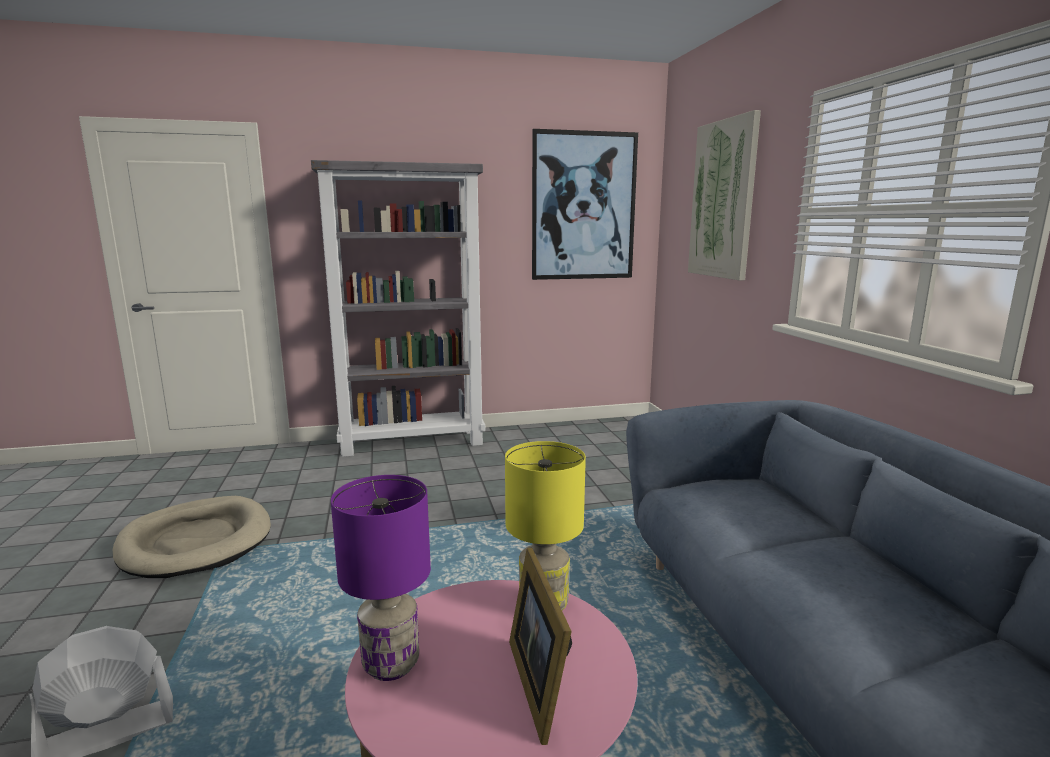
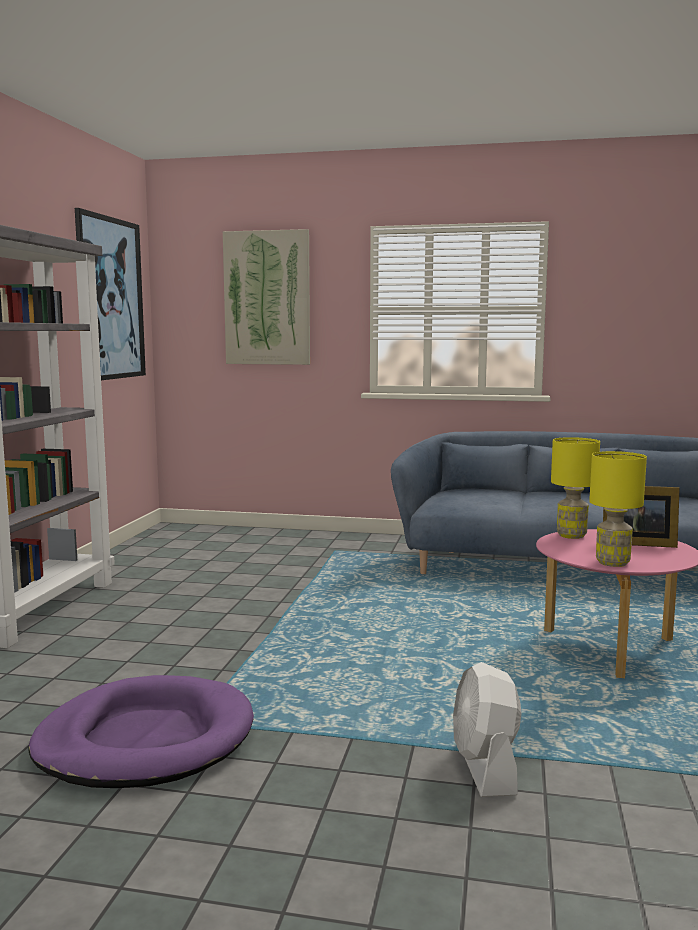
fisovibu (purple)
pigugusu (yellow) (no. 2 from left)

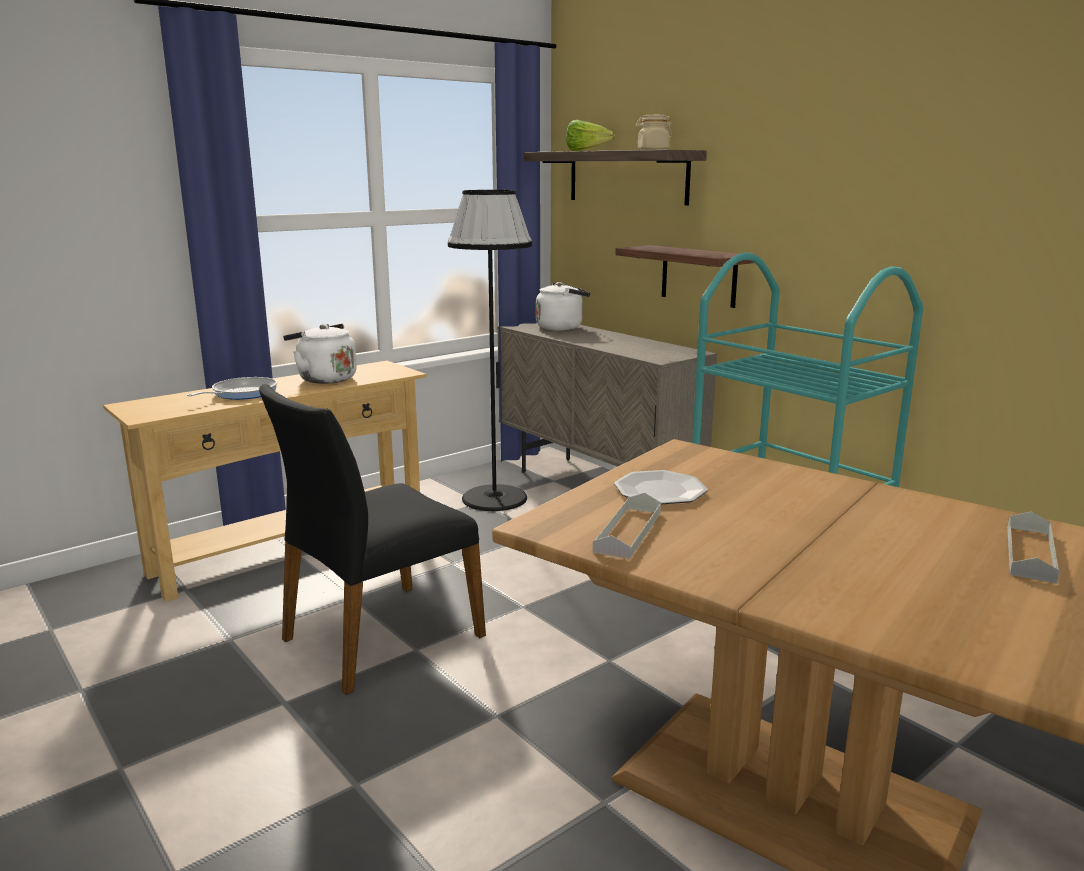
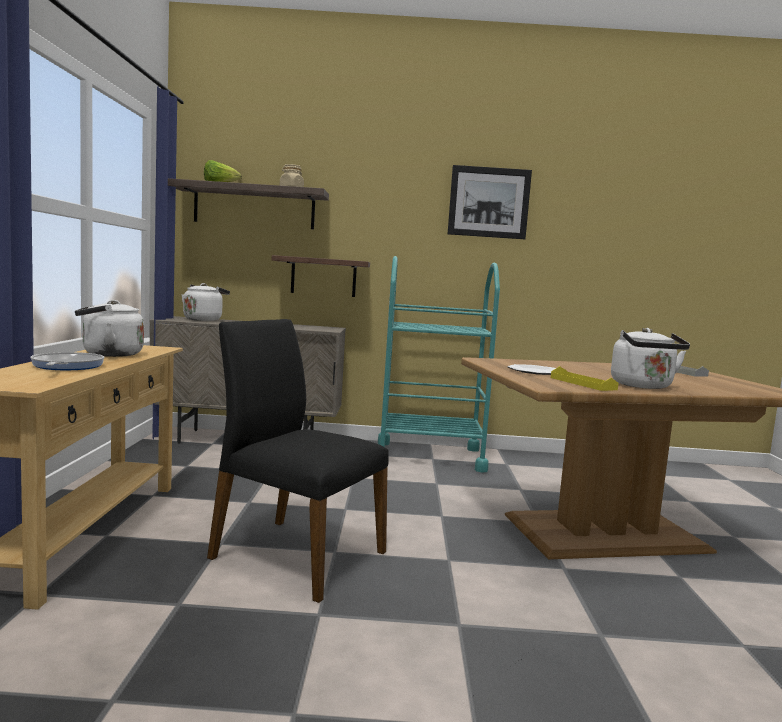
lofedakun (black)
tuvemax
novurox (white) (no. 3 from left)
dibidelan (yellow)
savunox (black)

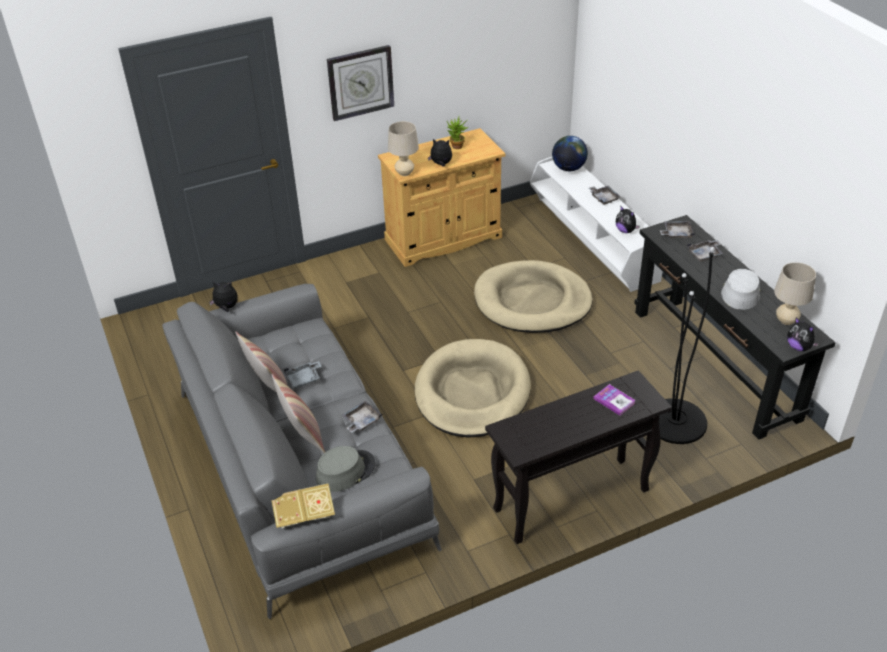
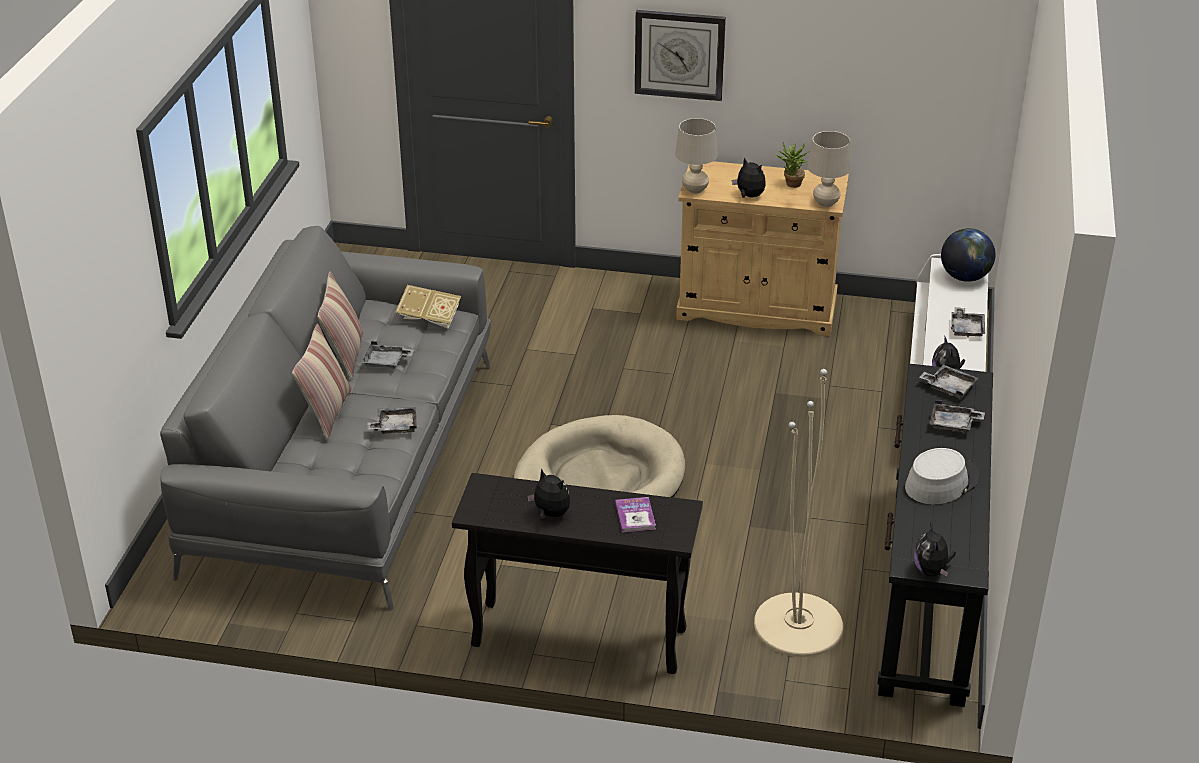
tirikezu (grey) (no. 1 from left in the first image)
fisovibu (beige) (no. 2 from left in the first image)
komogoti (no. 1 from left)
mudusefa (no. 1 from left)
pigugusu (beige) (no. 2 from left)
lofedakun (beige)

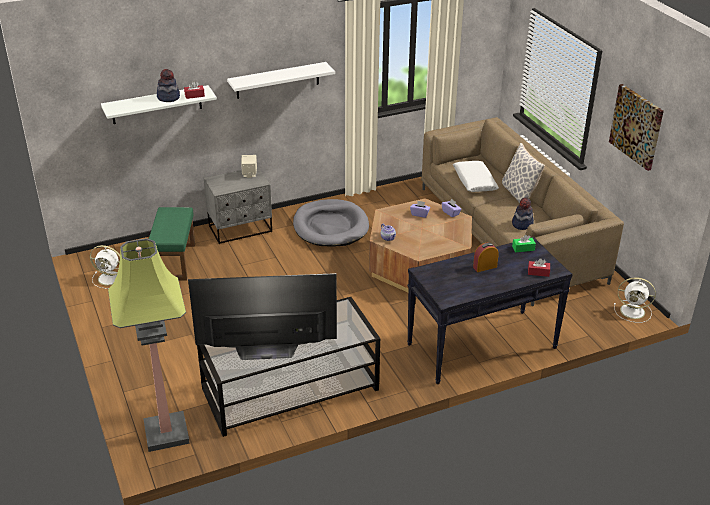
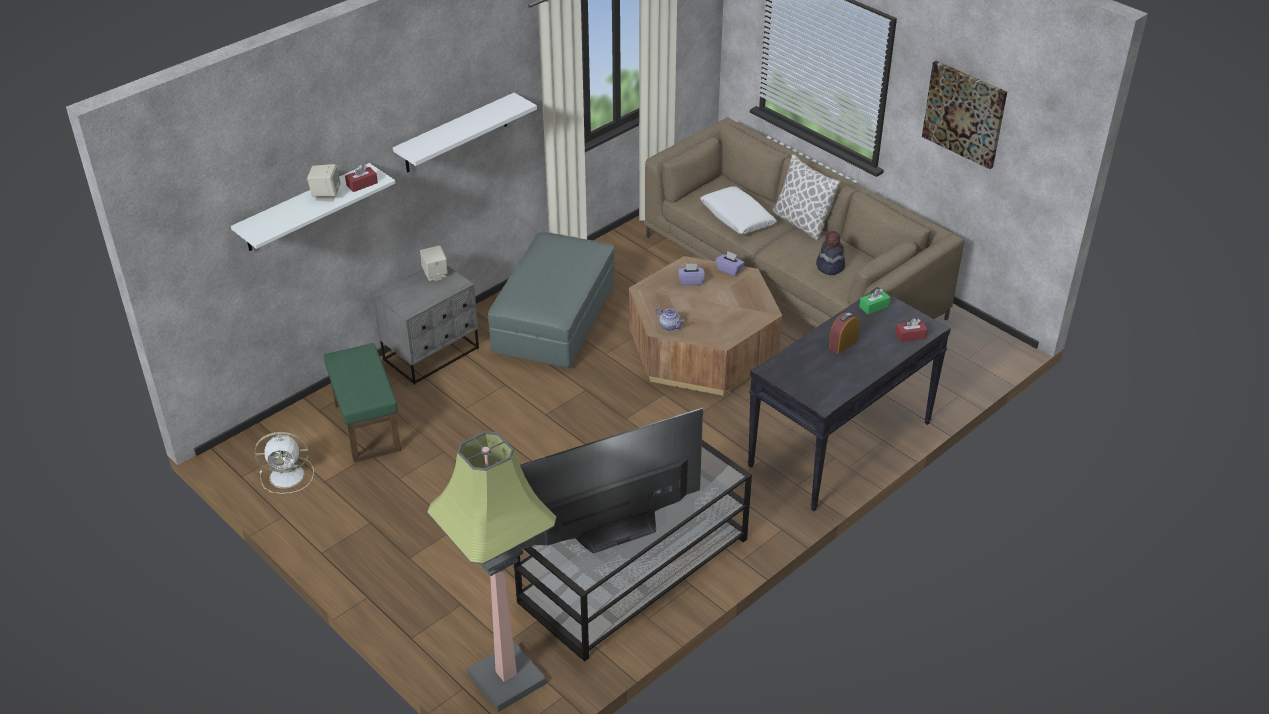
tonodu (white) (no. 2 from left in the first image)
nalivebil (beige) (no. 1 from left)
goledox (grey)

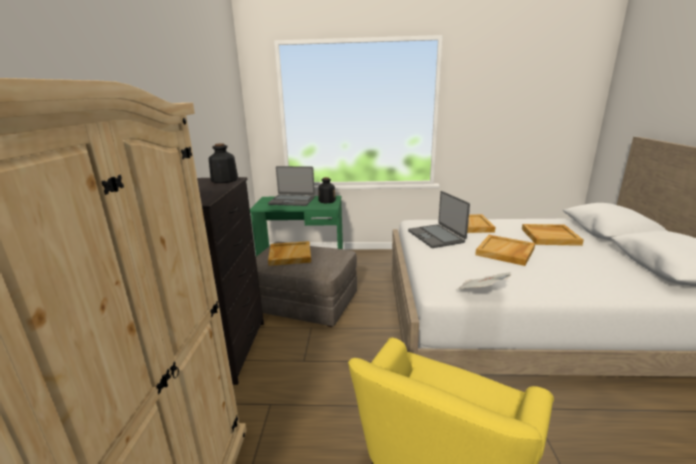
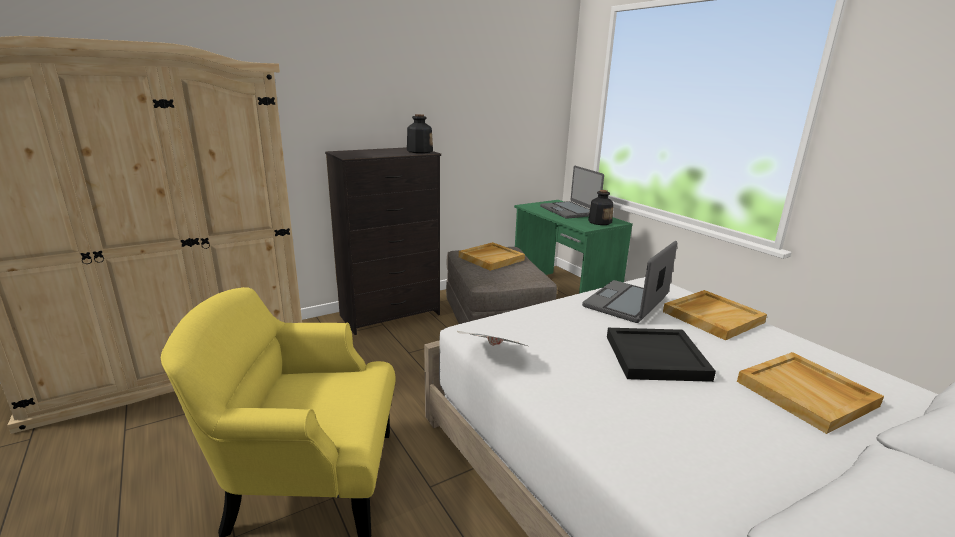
dibidelan (black)

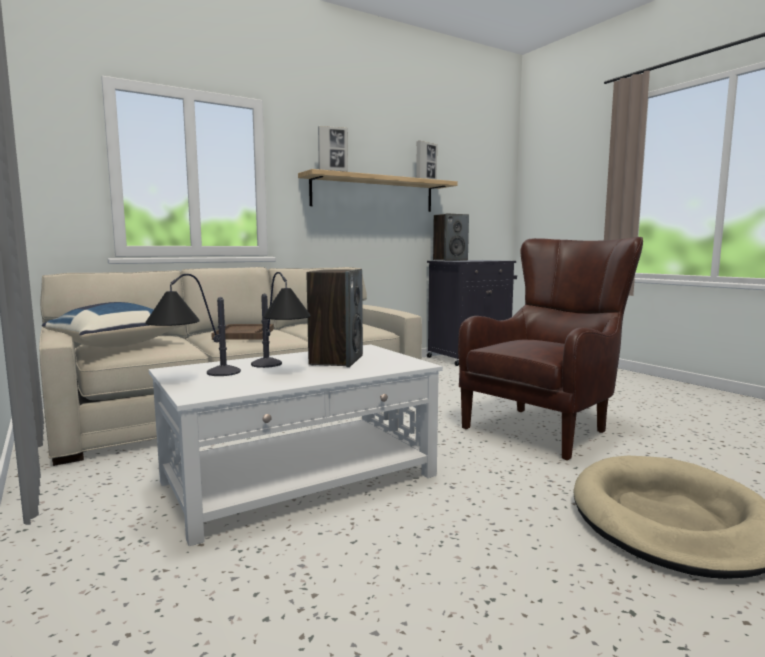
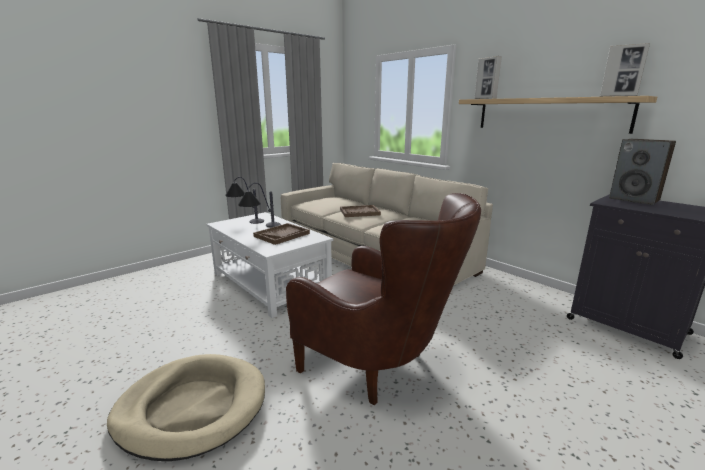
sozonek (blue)
dibidelan (brown) (no. 1 from left)

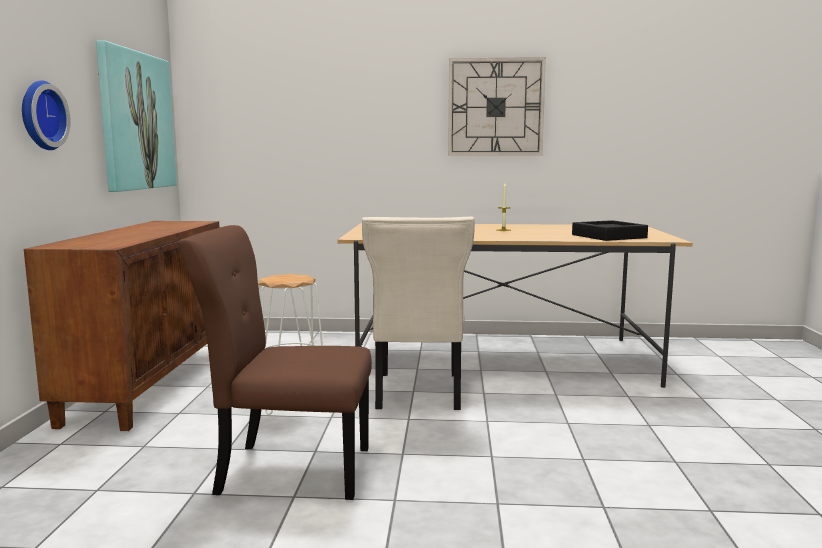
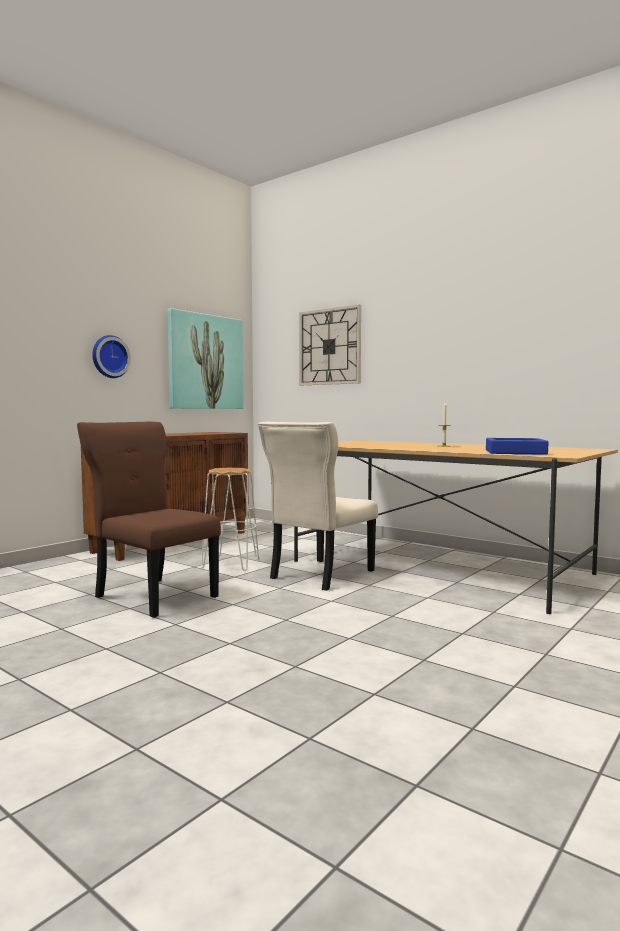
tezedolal (no. 2 from left)
dibidelan (blue)

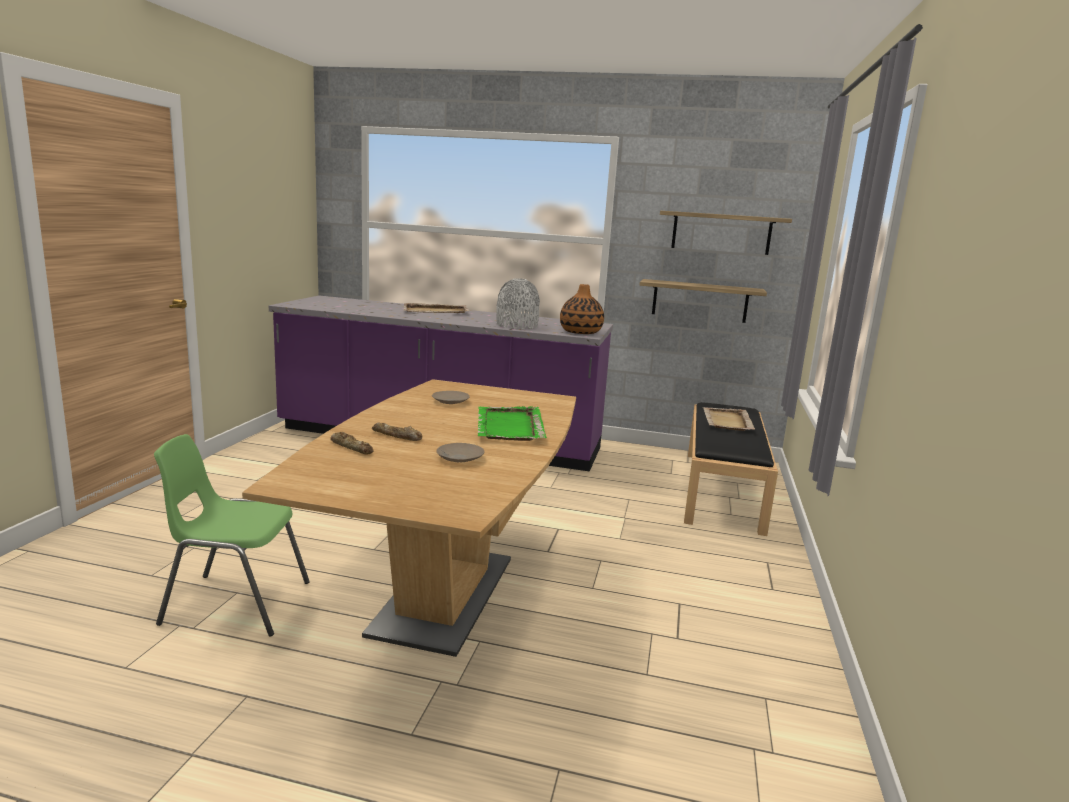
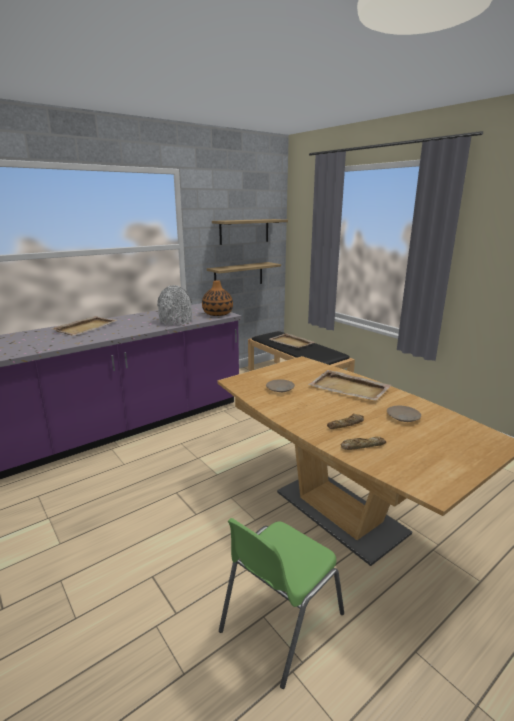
dibidelan (beige) (no. 3 from left)

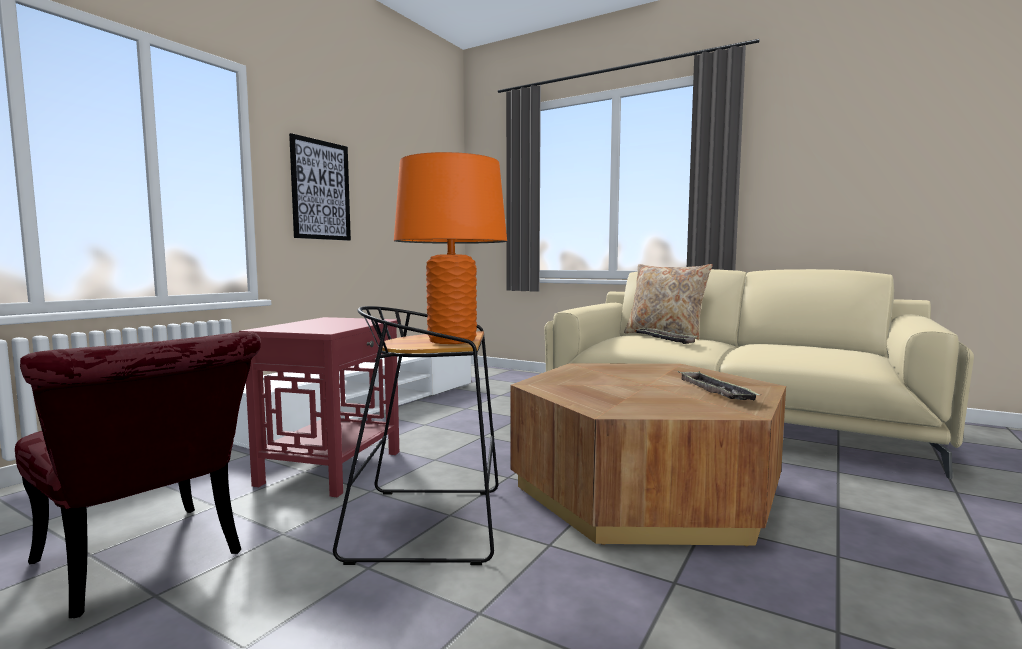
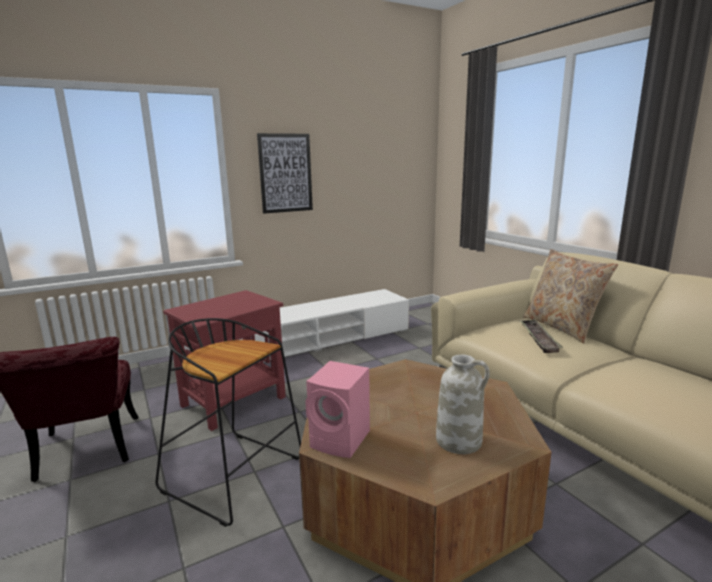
pigugusu (orange)
nalivebil (pink)
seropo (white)

